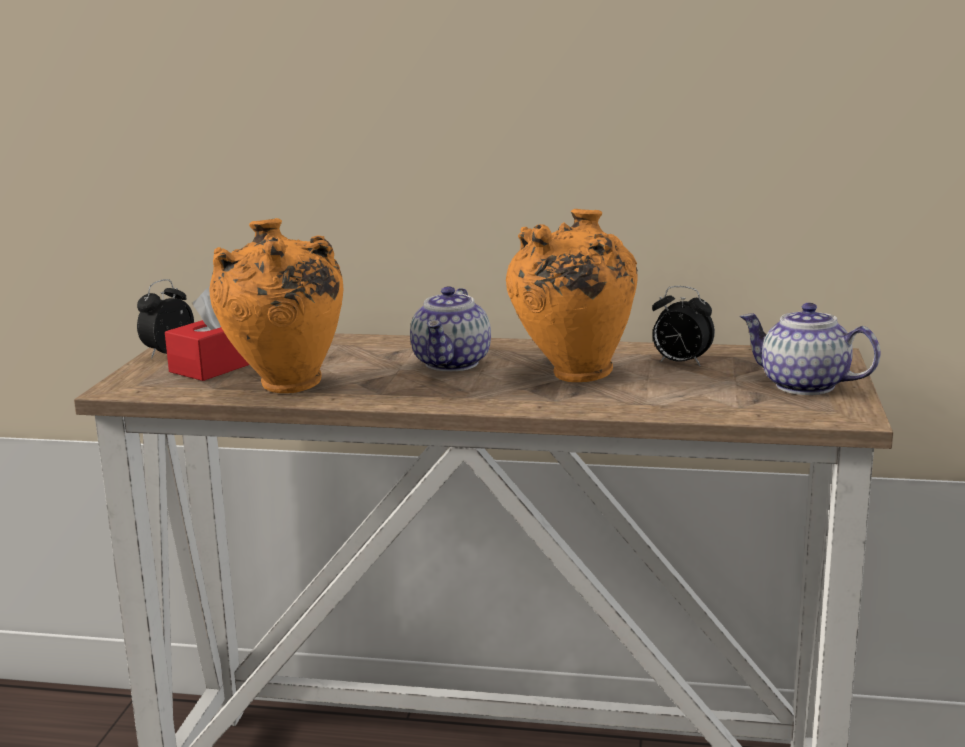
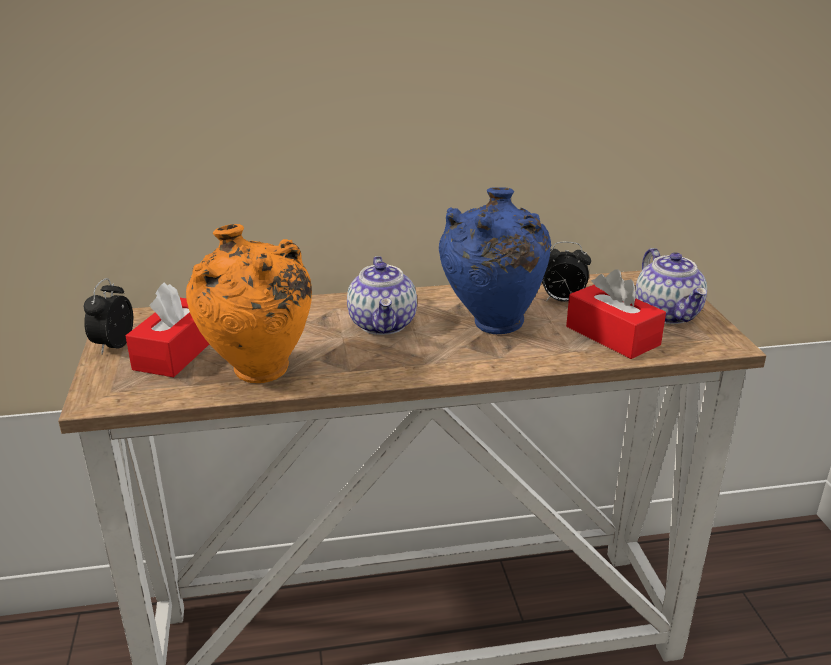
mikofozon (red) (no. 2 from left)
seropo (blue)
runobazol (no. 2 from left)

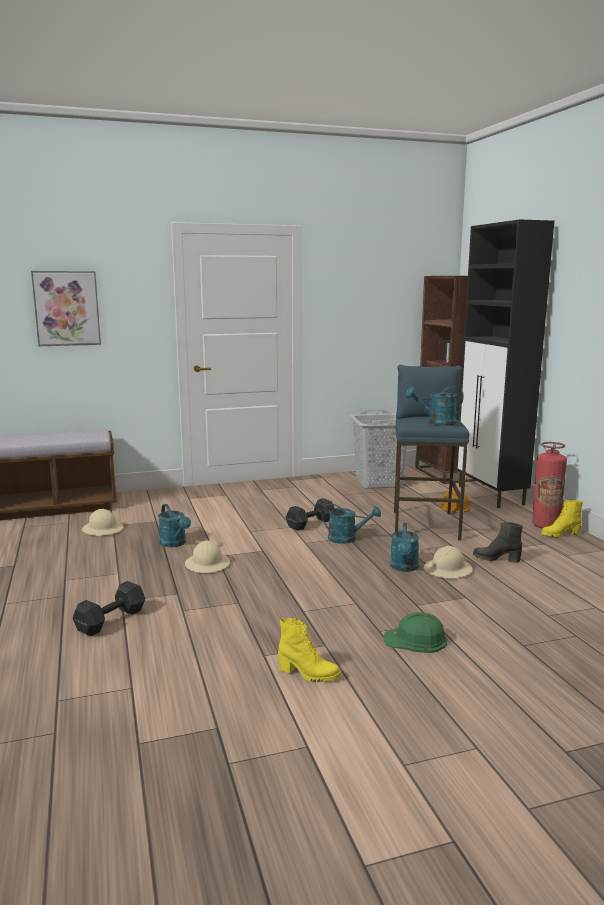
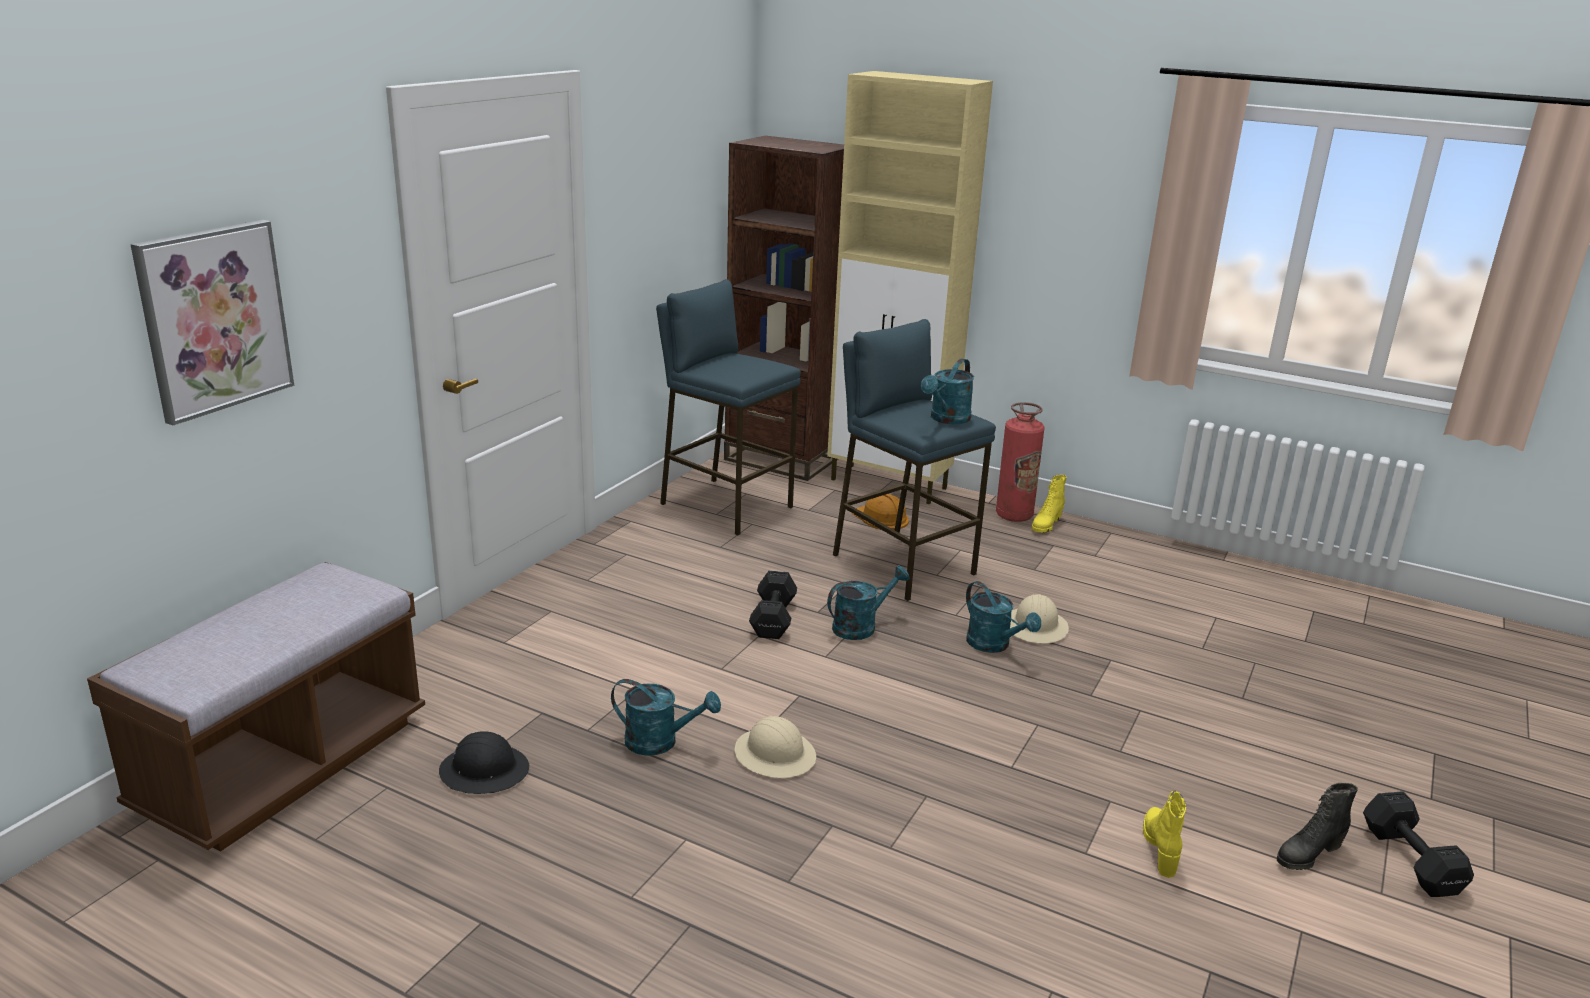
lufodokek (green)
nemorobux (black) (no. 2 from left)
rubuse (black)
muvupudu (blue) (no. 1 from left)
lufodokek (black)
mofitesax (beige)
rubuse (yellow) (no. 2 from left)

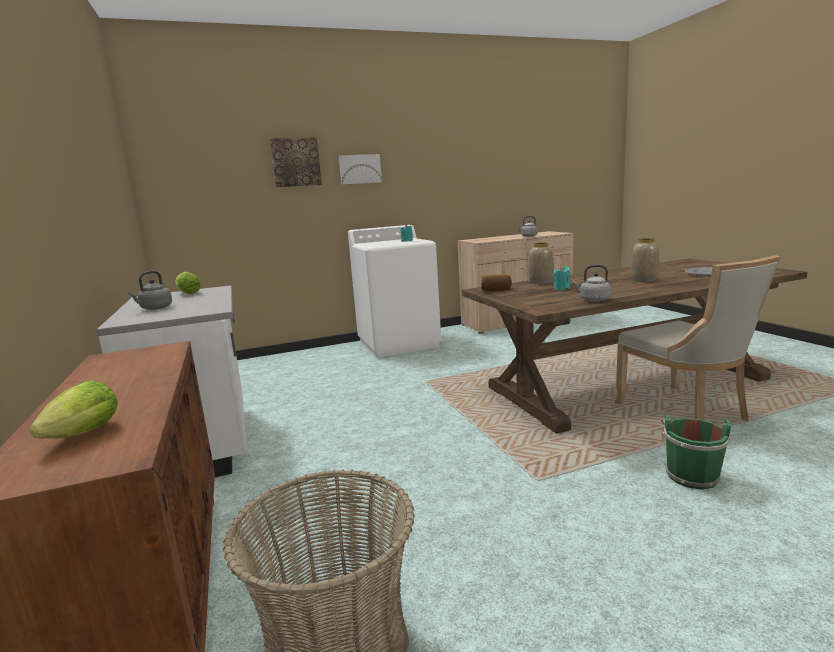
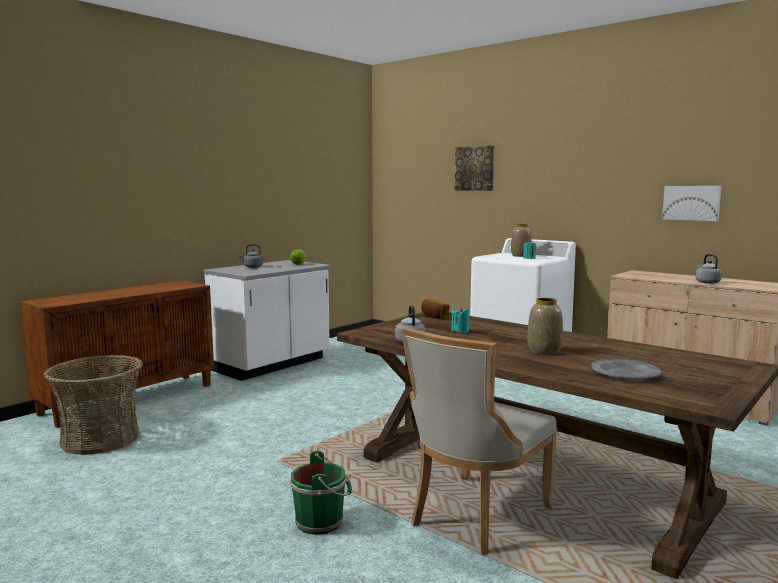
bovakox (no. 1 from left in the first image)
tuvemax (no. 2 from left)
seropo (no. 1 from left)

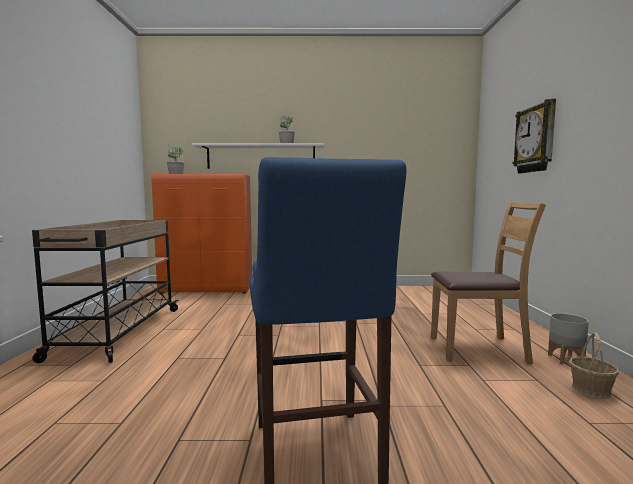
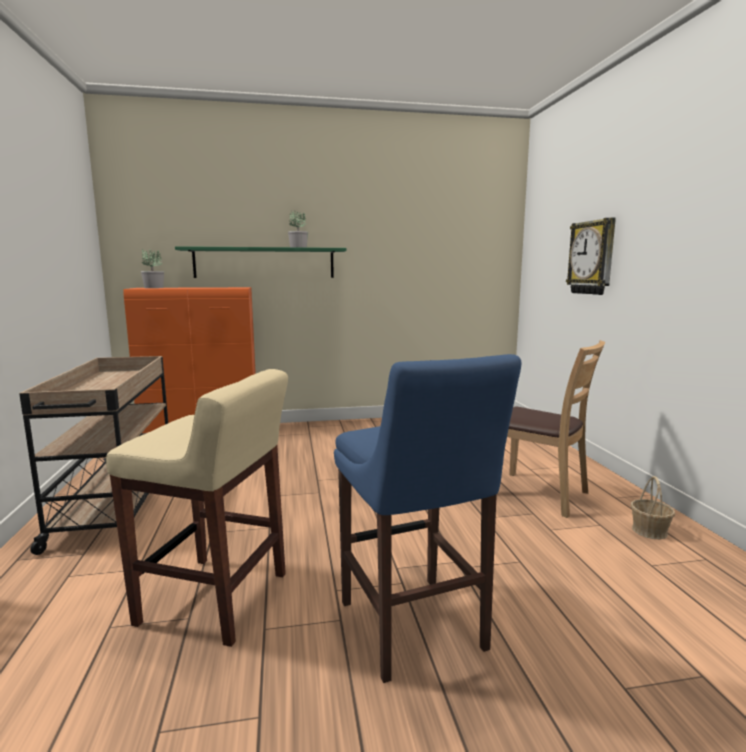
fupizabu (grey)
muvupudu (beige)
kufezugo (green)
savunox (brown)

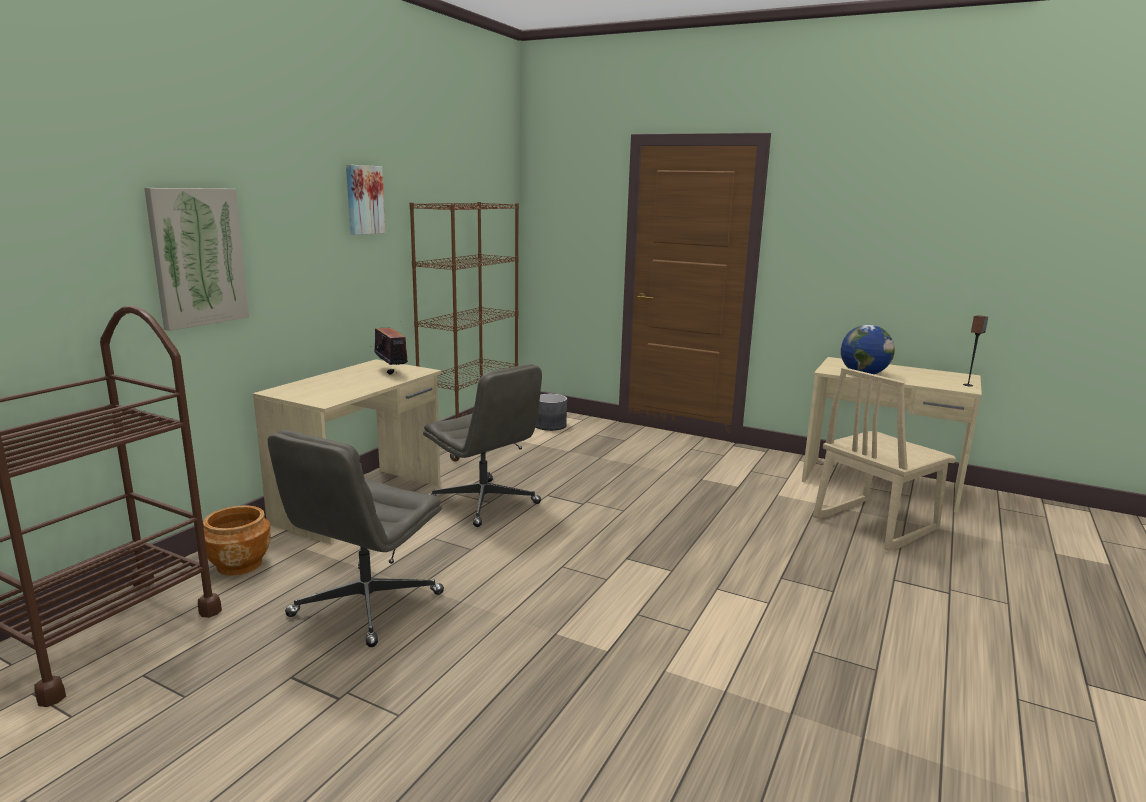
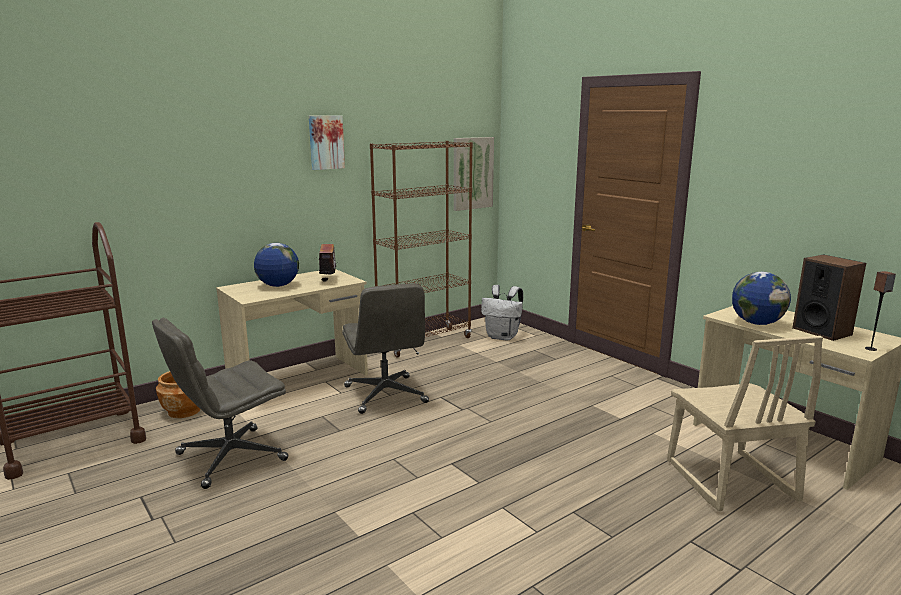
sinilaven (no. 1 from left)
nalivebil (no. 1 from left)
tuvemax (no. 2 from left)
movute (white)
savunox (beige)

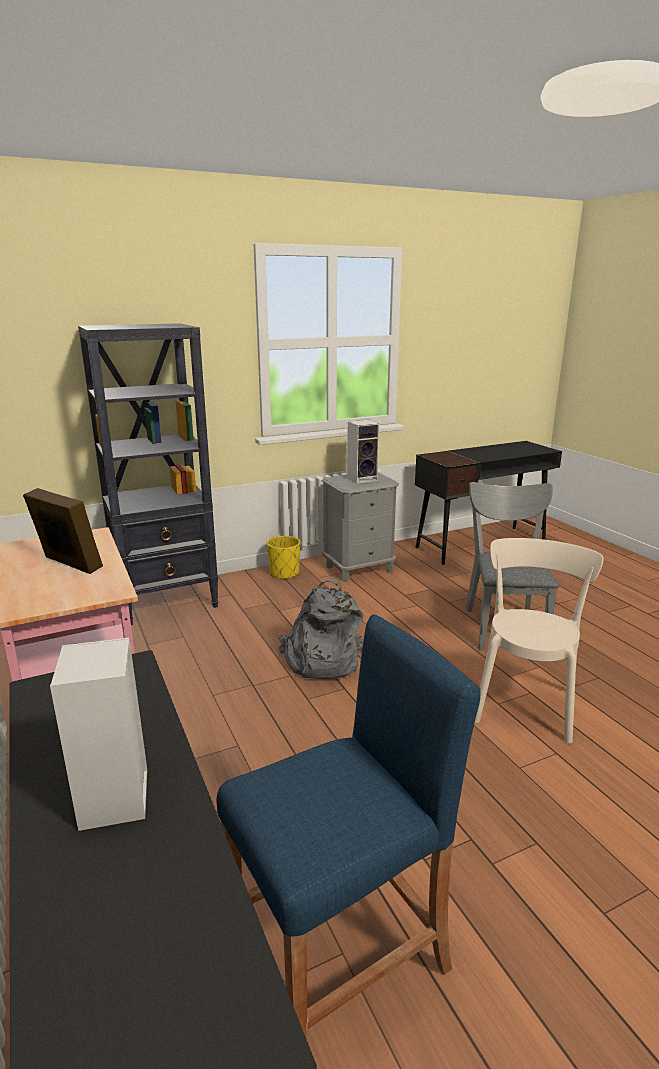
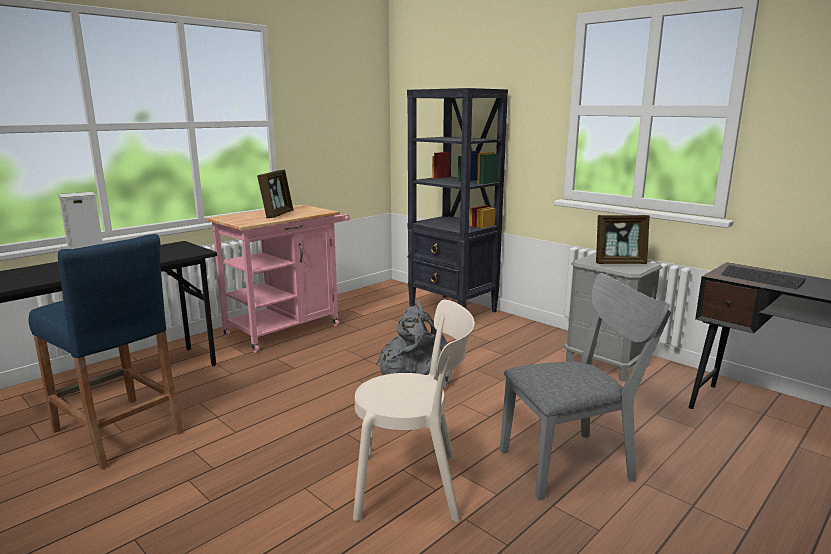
fupizabu (yellow)
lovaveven
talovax (no. 2 from left)

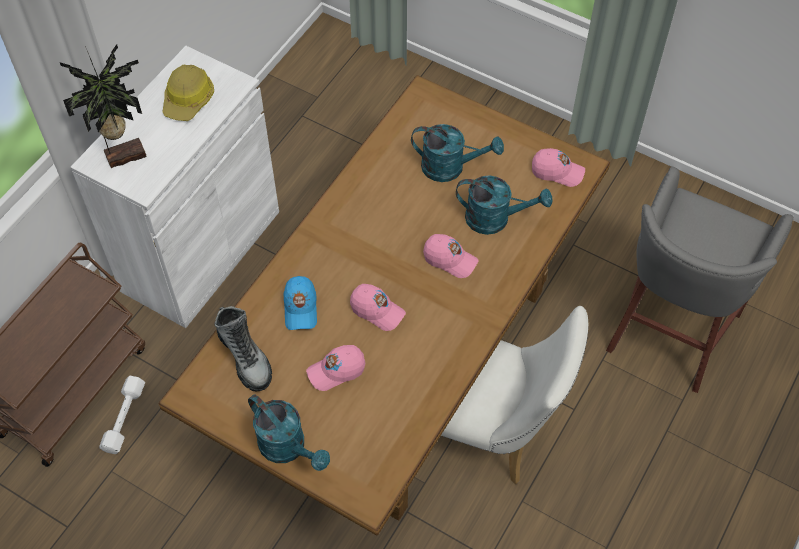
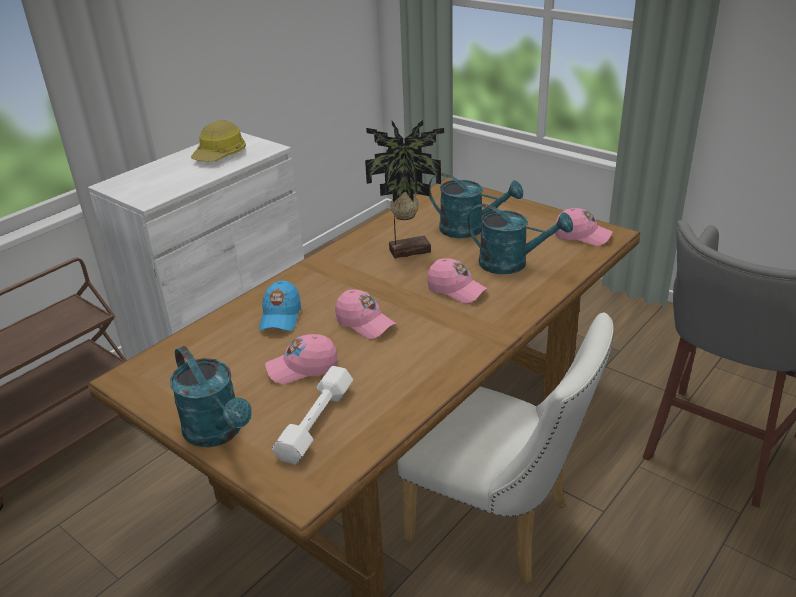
rubuse
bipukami
nemorobux (white)

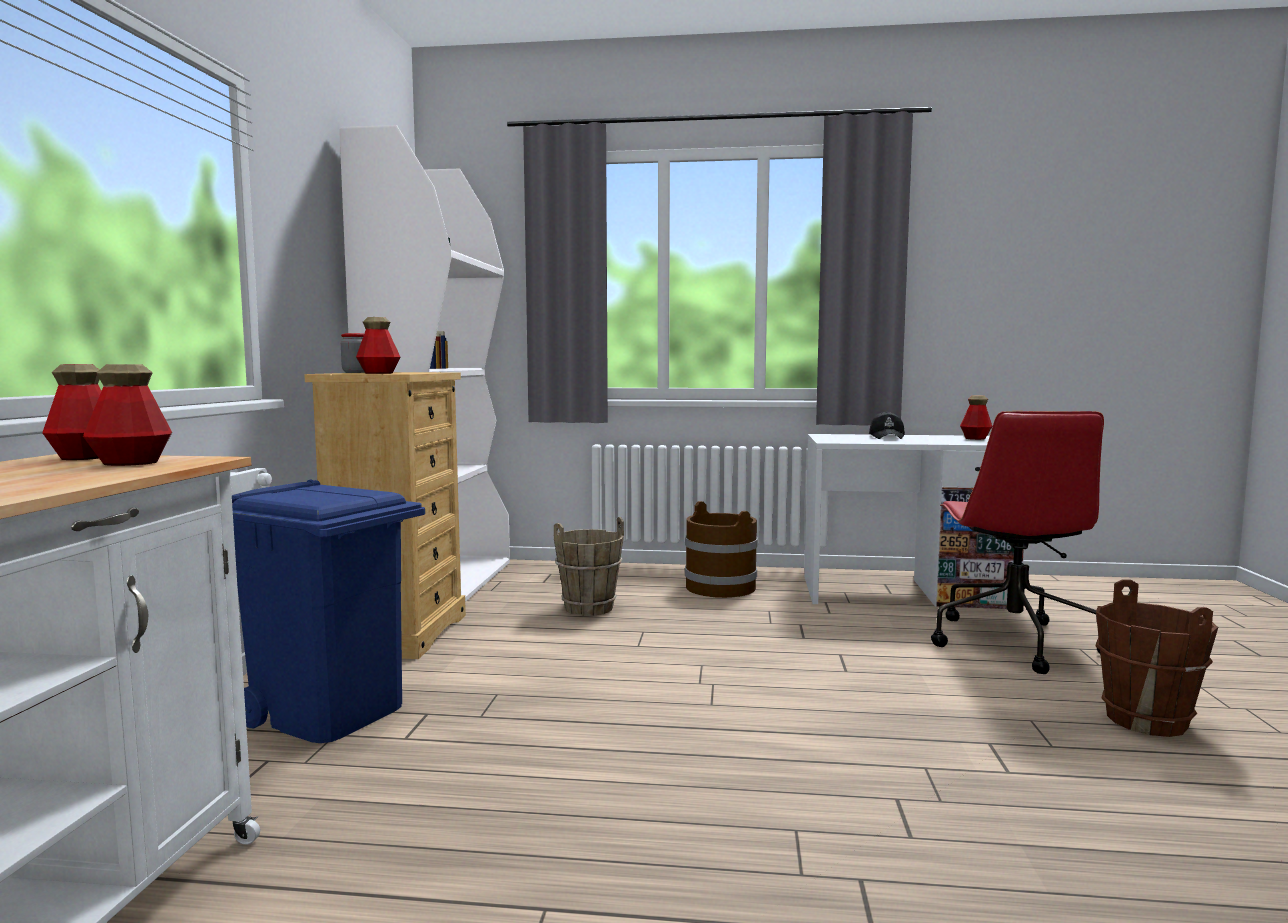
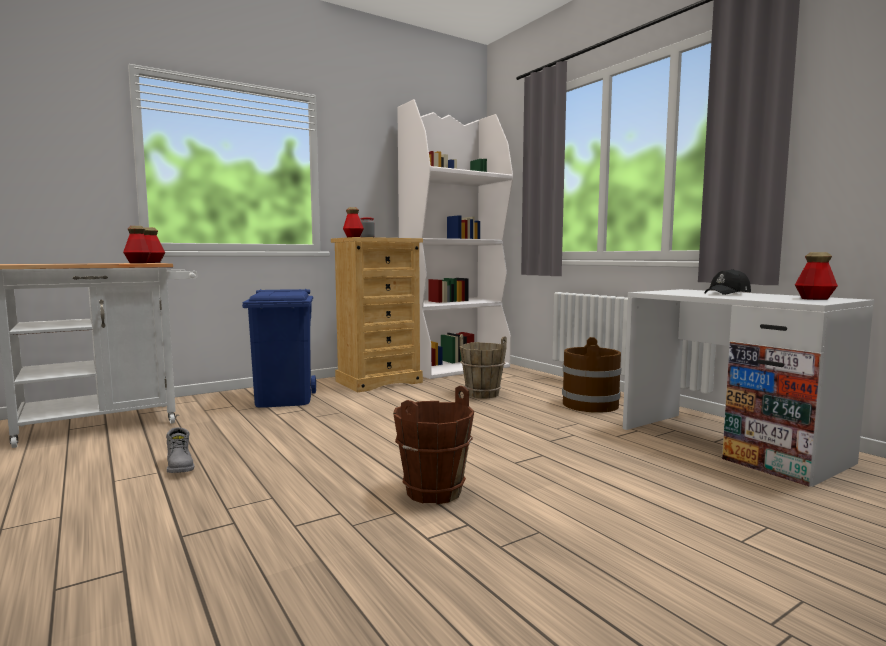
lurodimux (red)
rubuse (grey)
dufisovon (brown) (no. 1 from left)

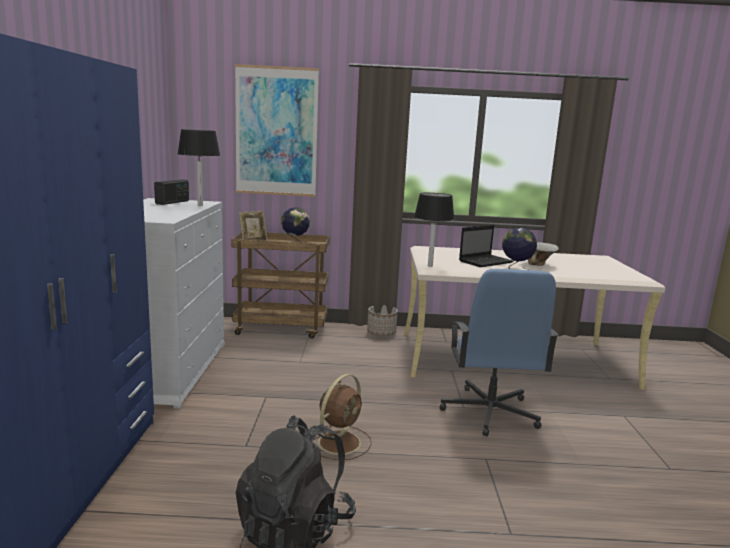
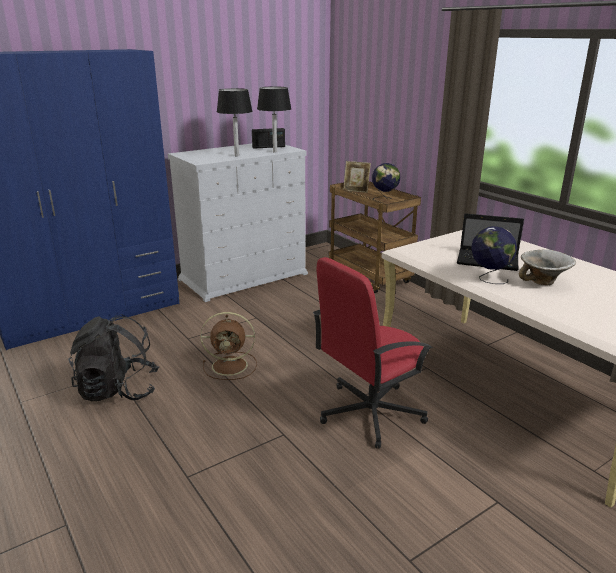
tuvemax
fupizabu
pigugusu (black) (no. 1 from left)
lurodimux (red)

